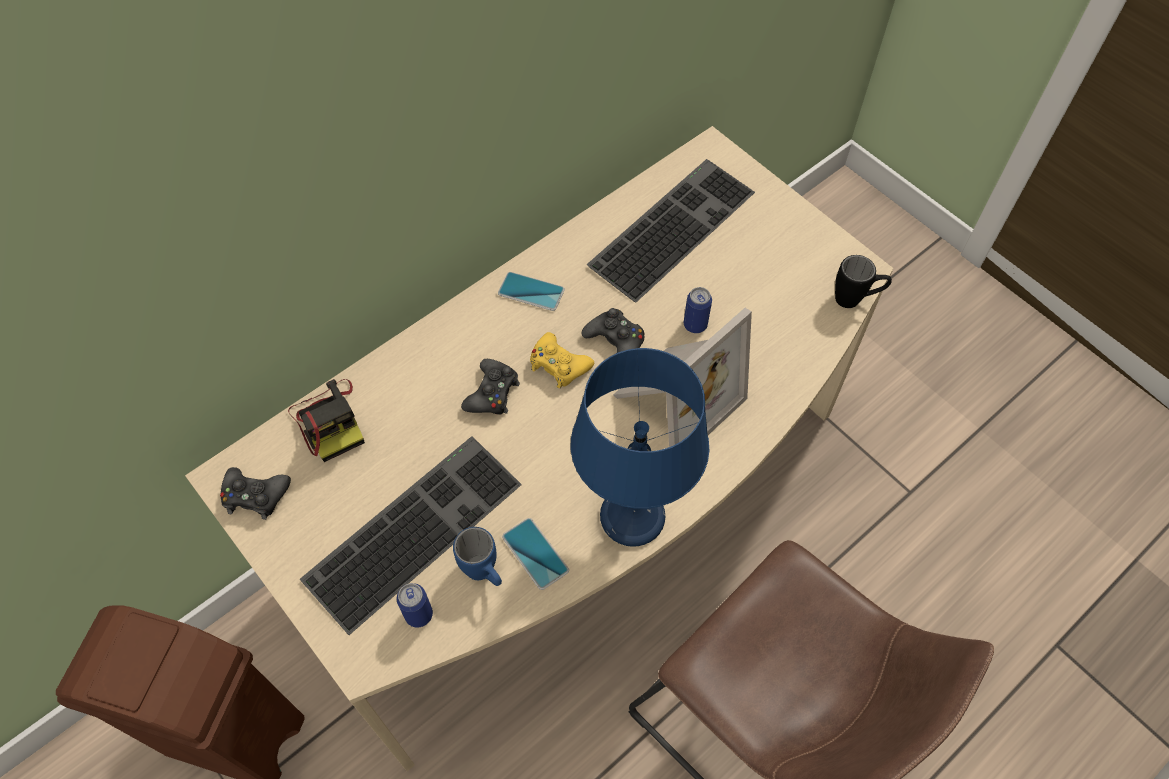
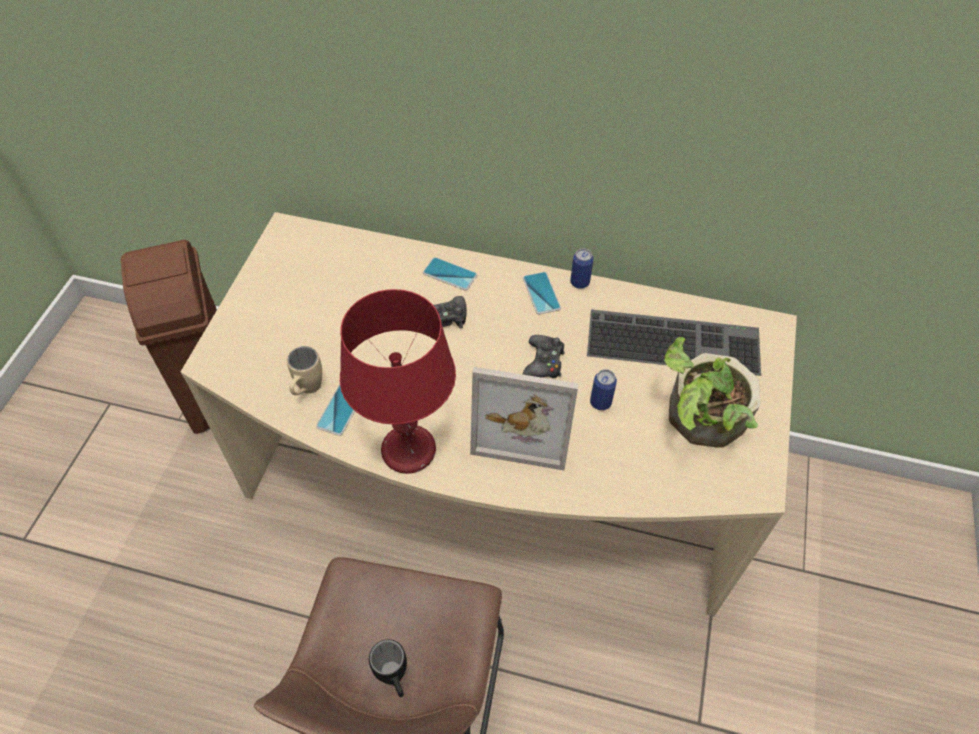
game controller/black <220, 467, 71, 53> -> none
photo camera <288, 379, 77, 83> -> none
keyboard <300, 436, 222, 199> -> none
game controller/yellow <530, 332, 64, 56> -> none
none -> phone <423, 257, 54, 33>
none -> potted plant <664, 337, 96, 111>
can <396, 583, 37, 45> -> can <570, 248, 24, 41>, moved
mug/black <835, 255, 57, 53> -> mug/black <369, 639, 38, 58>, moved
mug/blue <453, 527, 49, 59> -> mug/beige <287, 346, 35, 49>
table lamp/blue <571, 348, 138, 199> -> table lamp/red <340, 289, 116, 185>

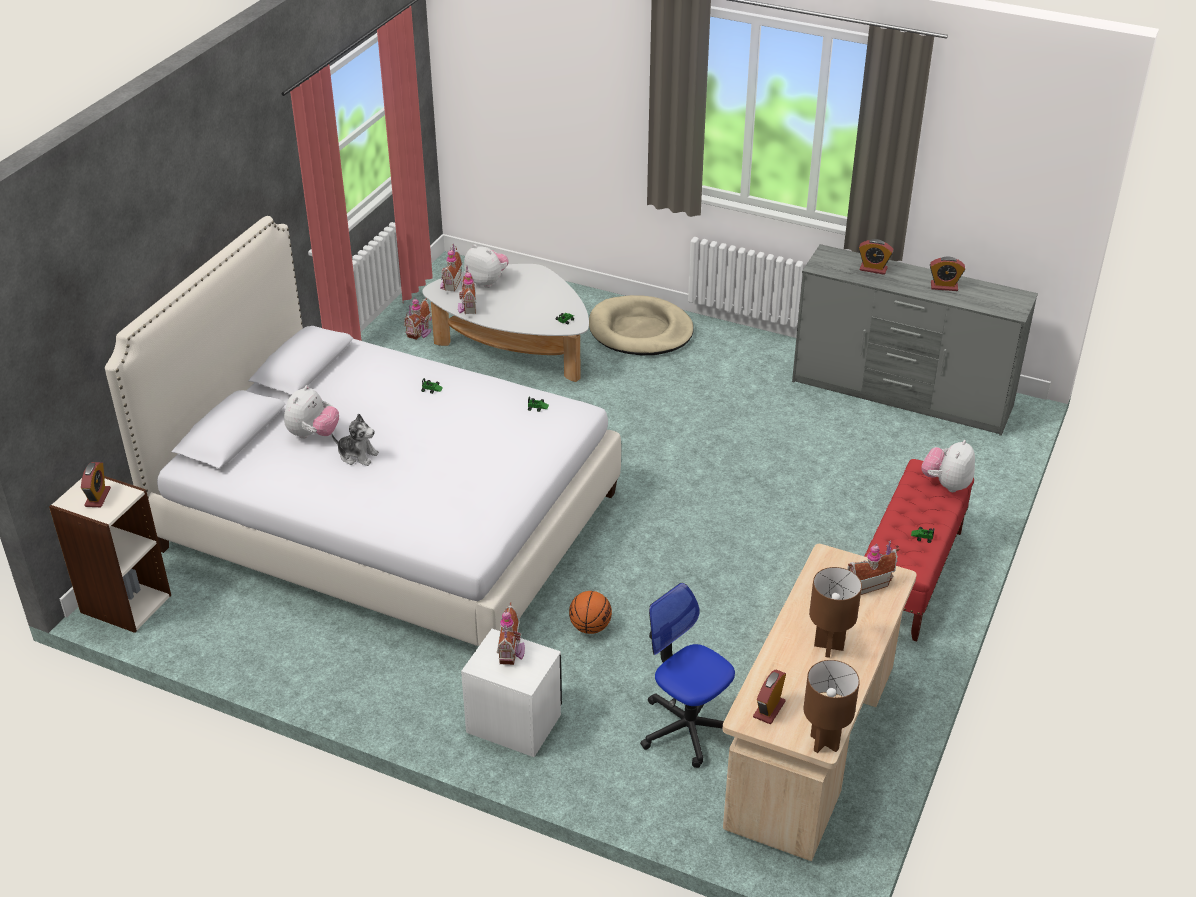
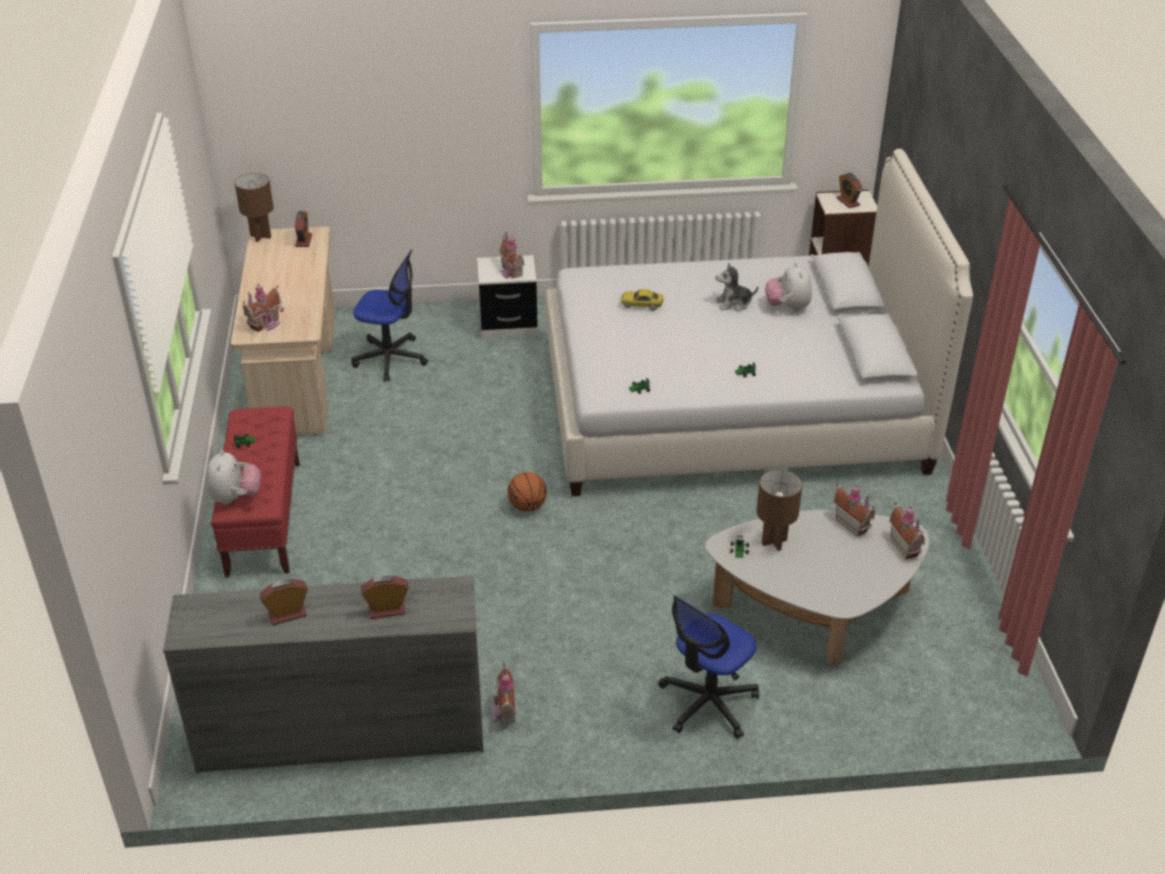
plush toy <464, 244, 45, 44> -> none
none -> toy car/yellow <621, 289, 43, 22>
toy house <404, 298, 28, 42> -> toy house <491, 663, 25, 61>, moved
basketball <569, 591, 43, 43> -> basketball <508, 472, 39, 40>, moved
table lamp/brown <809, 567, 53, 91> -> table lamp/brown <757, 469, 46, 82>, moved
dog bed/beige <589, 295, 105, 60> -> office chair <658, 595, 101, 144>

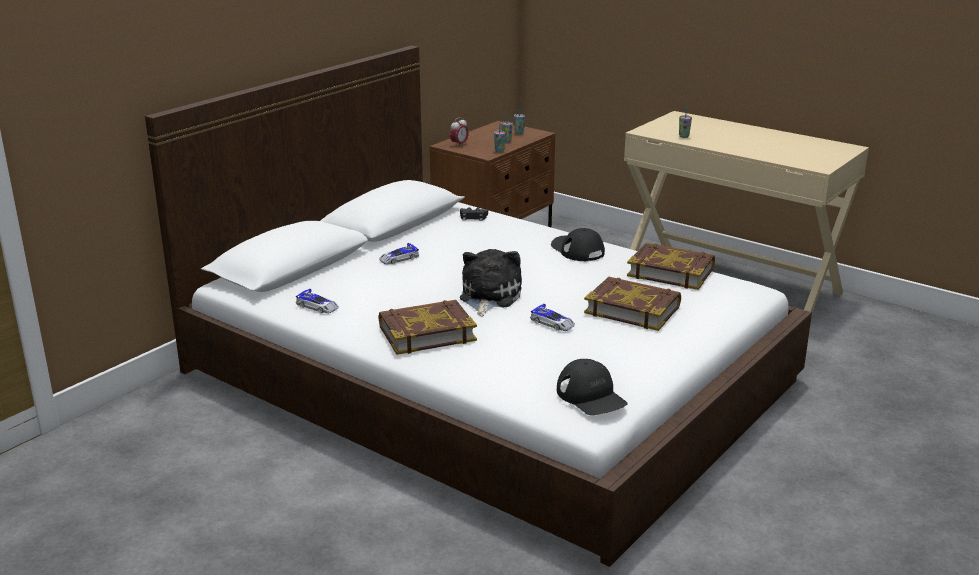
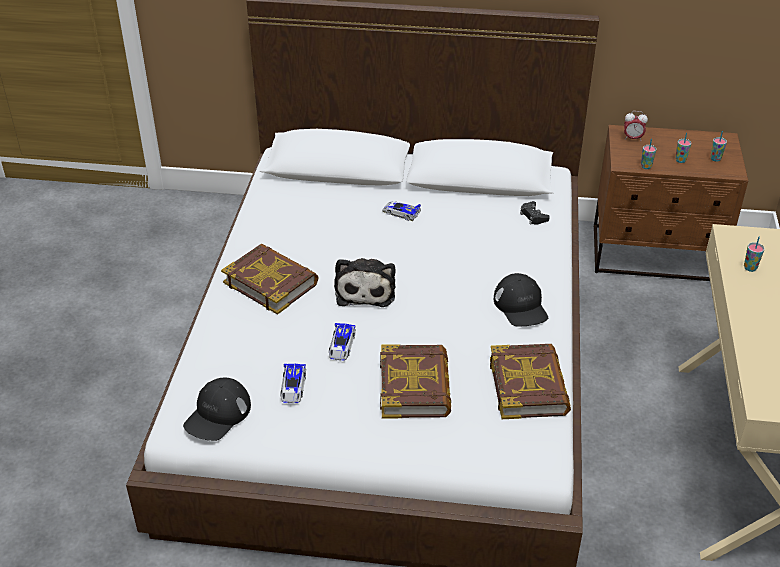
toy car <296, 288, 43, 25> -> toy car <281, 364, 25, 39>, moved
plush toy <460, 249, 62, 67> -> plush toy <334, 258, 61, 49>, 105 degrees clockwise
cap/black <551, 228, 54, 33> -> cap/black <494, 273, 54, 53>, 135 degrees clockwise

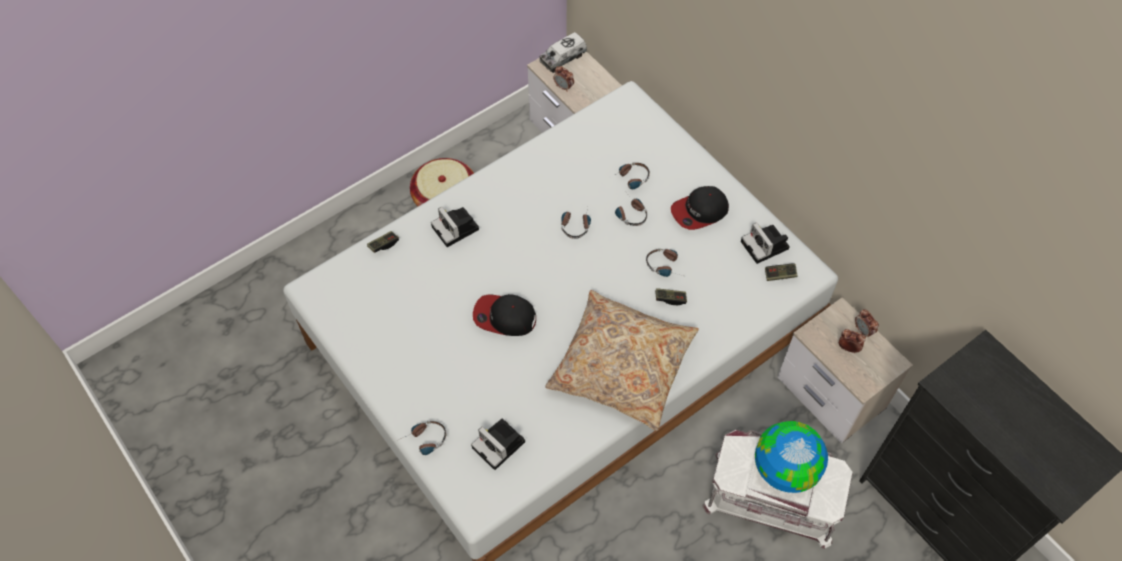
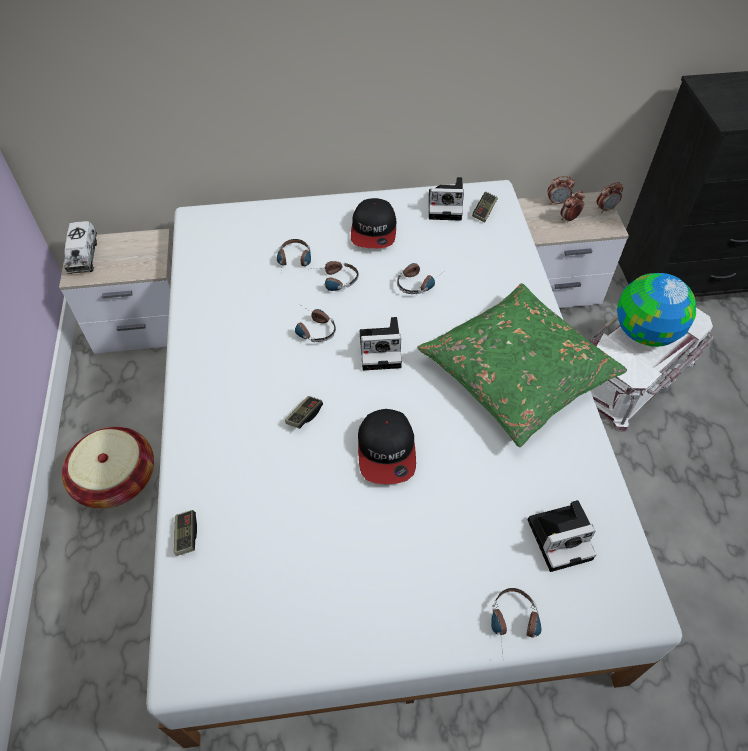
photo camera <431, 207, 48, 40> -> photo camera <360, 317, 42, 54>, moved
alarm clock <553, 66, 21, 26> -> alarm clock <596, 182, 27, 31>, moved
game controller <655, 288, 32, 17> -> game controller <285, 396, 38, 33>, moved
pillow/beige <545, 290, 154, 141> -> pillow/green <417, 283, 210, 164>
cap <473, 294, 63, 42> -> cap <358, 409, 58, 75>, 45 degrees counterclockwise

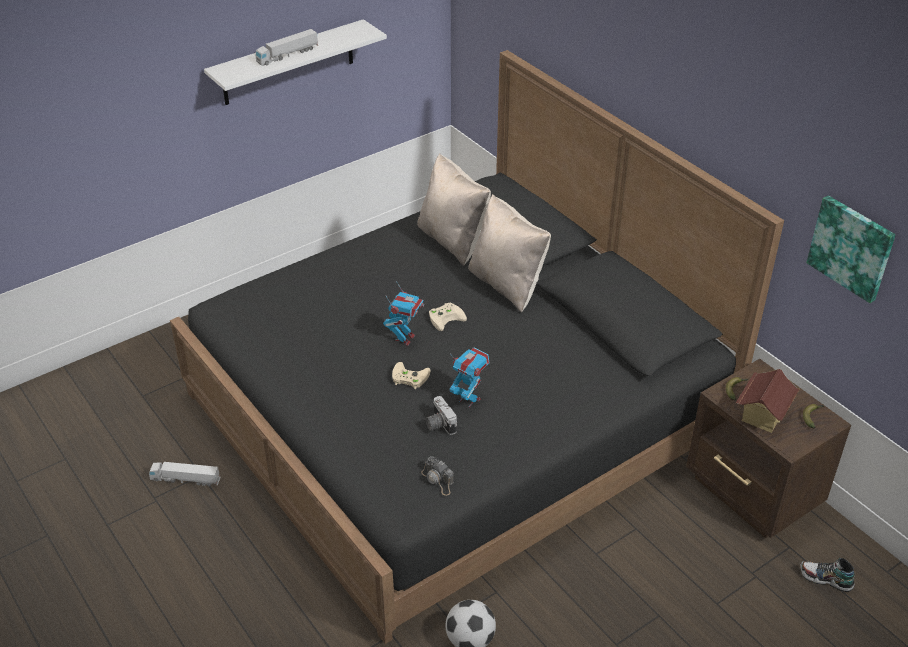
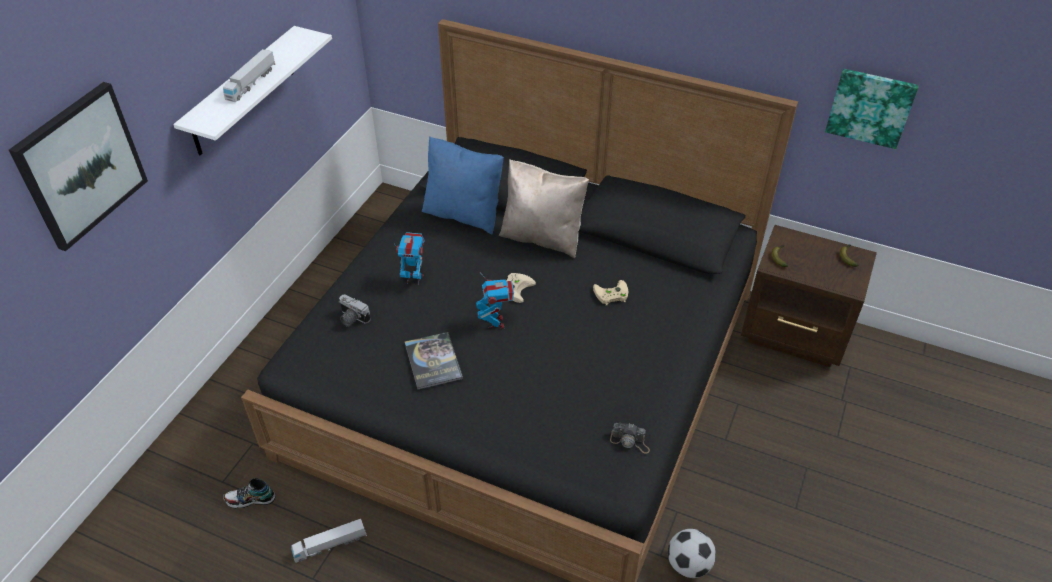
toy house <736, 369, 63, 64> -> none
none -> picture <9, 82, 139, 169>
none -> book <405, 332, 58, 58>
game controller/beige <392, 362, 39, 27> -> game controller/beige <593, 280, 35, 25>, moved
photo camera <426, 396, 31, 39> -> photo camera <339, 294, 32, 33>, moved
toy robot <449, 348, 41, 59> -> toy robot <394, 232, 31, 52>, moved
shoe <800, 558, 55, 34> -> shoe <223, 478, 53, 30>, moved
pillow/beige <417, 153, 74, 113> -> pillow/blue <422, 136, 82, 99>

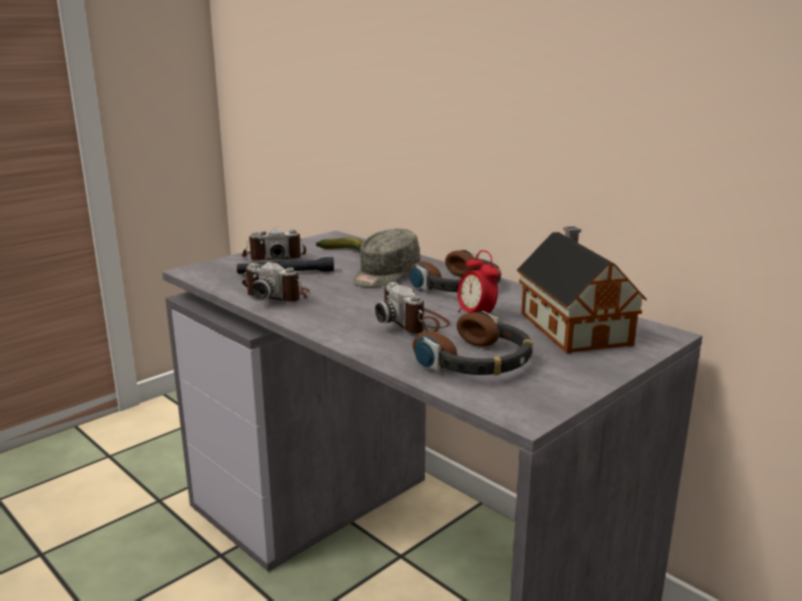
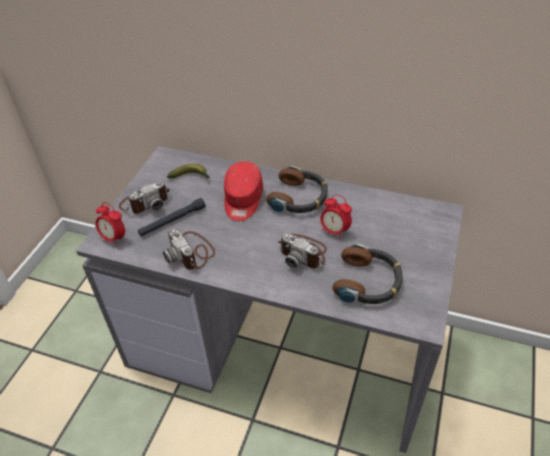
toy house <517, 226, 130, 128> -> none
none -> alarm clock <96, 202, 29, 45>
cap/grey <353, 229, 67, 58> -> cap/red <224, 161, 39, 60>
photo camera <242, 262, 68, 40> -> photo camera <163, 228, 52, 42>, 60 degrees clockwise

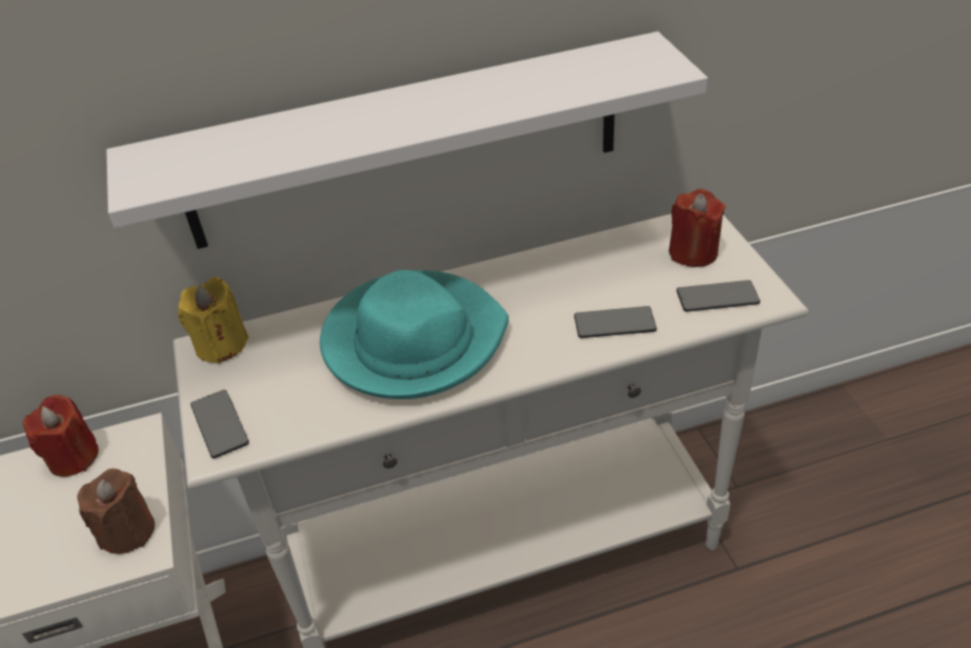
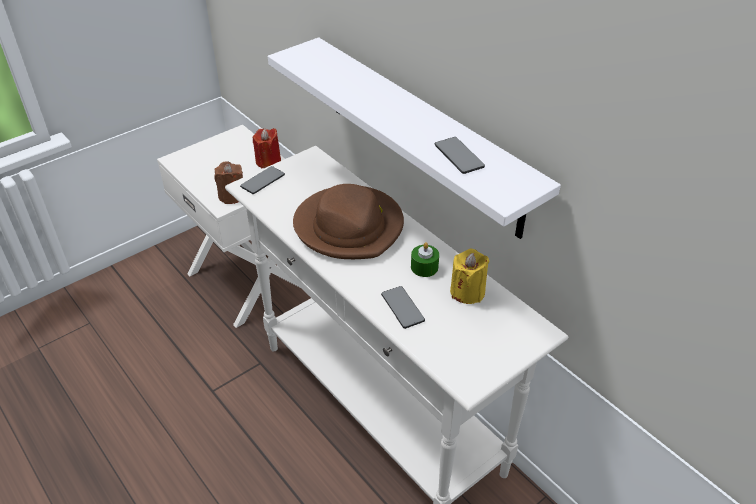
candle/red <669, 189, 57, 78> -> none
none -> candle/green <411, 242, 28, 35>
candle/yellow <178, 277, 71, 87> -> candle/yellow <450, 249, 40, 55>, moved
phone <677, 280, 83, 32> -> phone <435, 137, 50, 37>, moved
hat/turquoise <320, 270, 189, 129> -> hat/brown <293, 184, 111, 75>

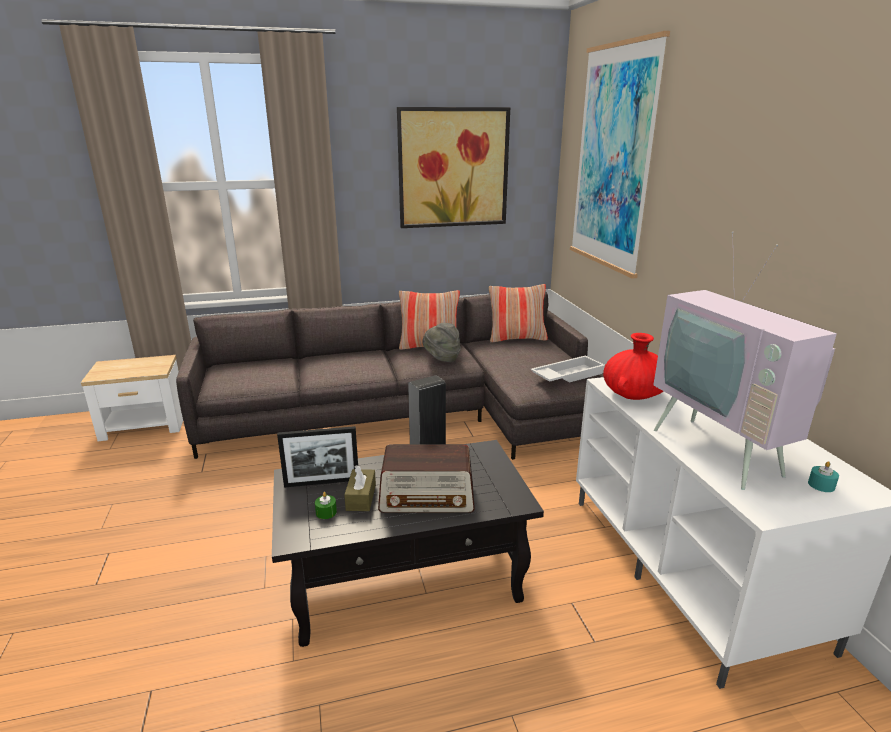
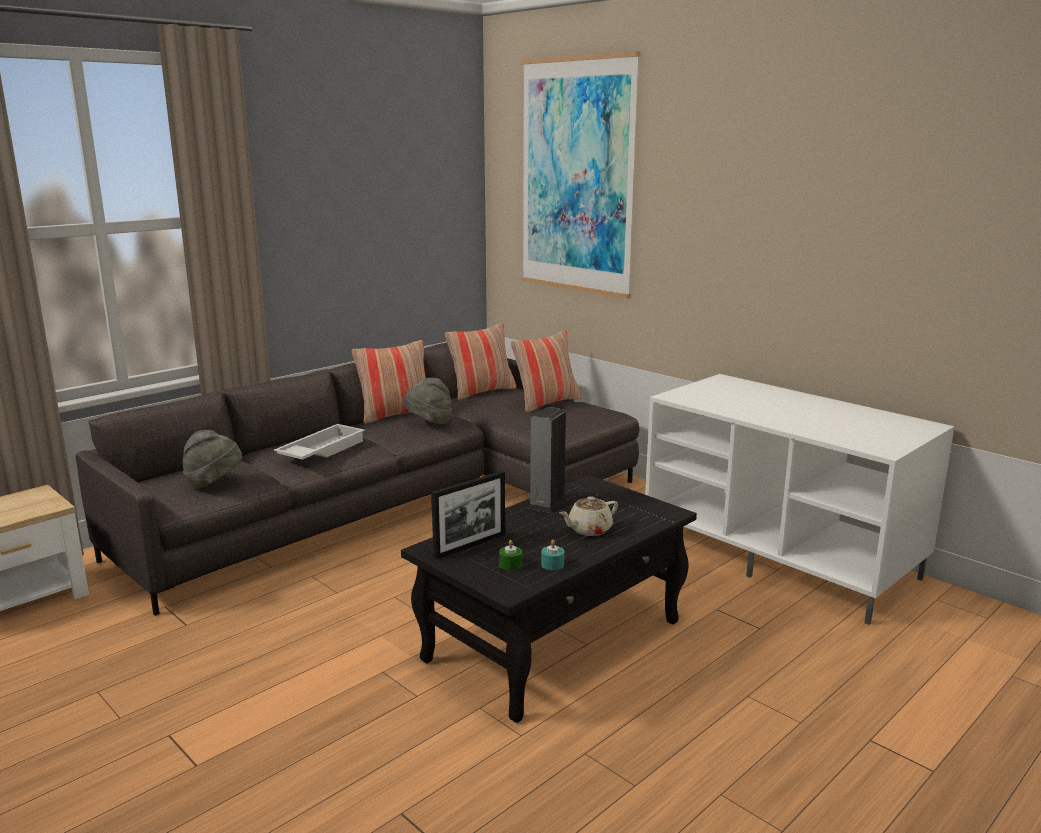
tissue box/brown <344, 465, 32, 46> -> none
picture <397, 107, 113, 121> -> none
vase/red <603, 333, 60, 67> -> none
television <654, 232, 183, 258> -> none
none -> hat/grey <183, 430, 59, 58>
none -> pillow <511, 331, 70, 82>
tray/white <531, 356, 74, 27> -> tray/white <274, 424, 91, 36>, moved
candle/turquoise <808, 461, 31, 31> -> candle/turquoise <541, 540, 23, 30>, moved
radio <378, 444, 97, 69> -> teapot/beige <560, 496, 58, 40>

